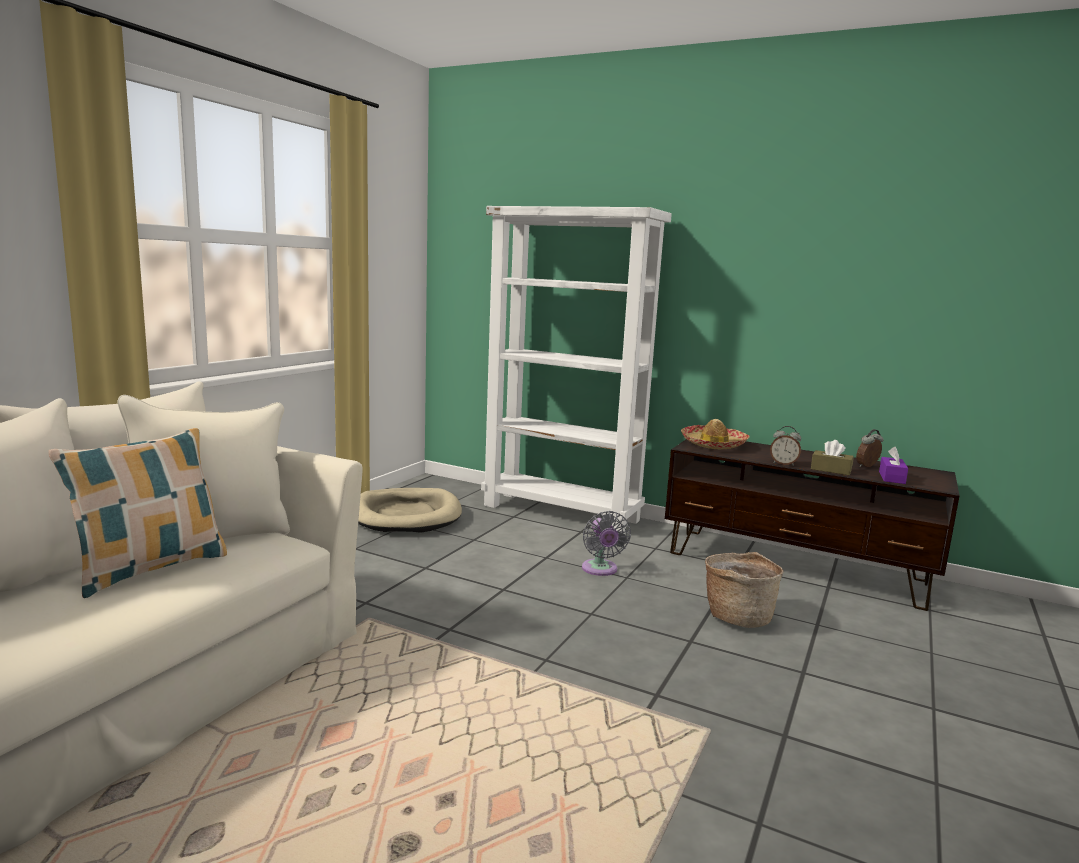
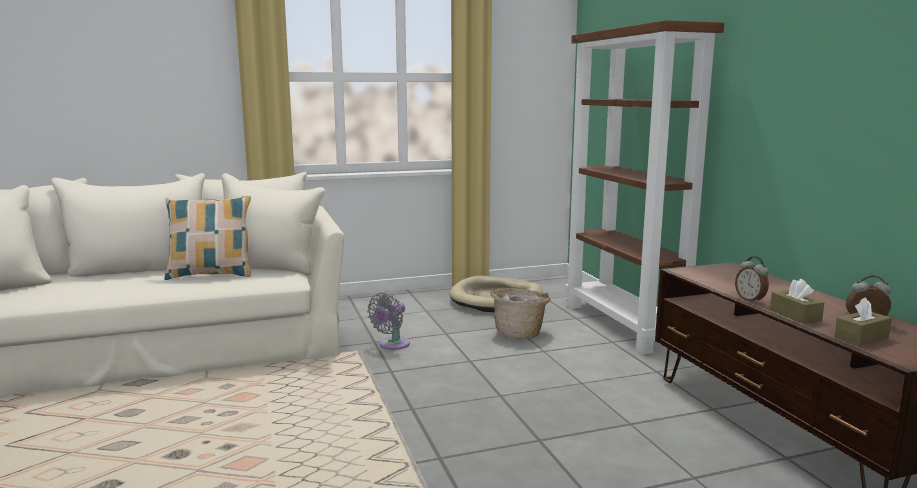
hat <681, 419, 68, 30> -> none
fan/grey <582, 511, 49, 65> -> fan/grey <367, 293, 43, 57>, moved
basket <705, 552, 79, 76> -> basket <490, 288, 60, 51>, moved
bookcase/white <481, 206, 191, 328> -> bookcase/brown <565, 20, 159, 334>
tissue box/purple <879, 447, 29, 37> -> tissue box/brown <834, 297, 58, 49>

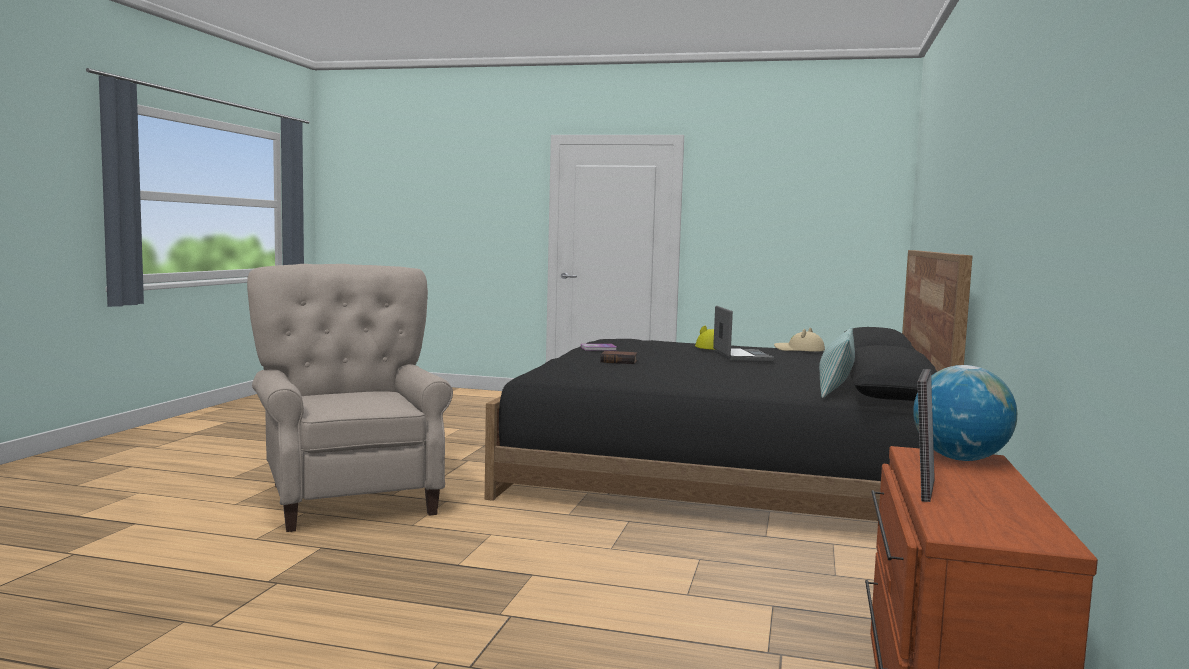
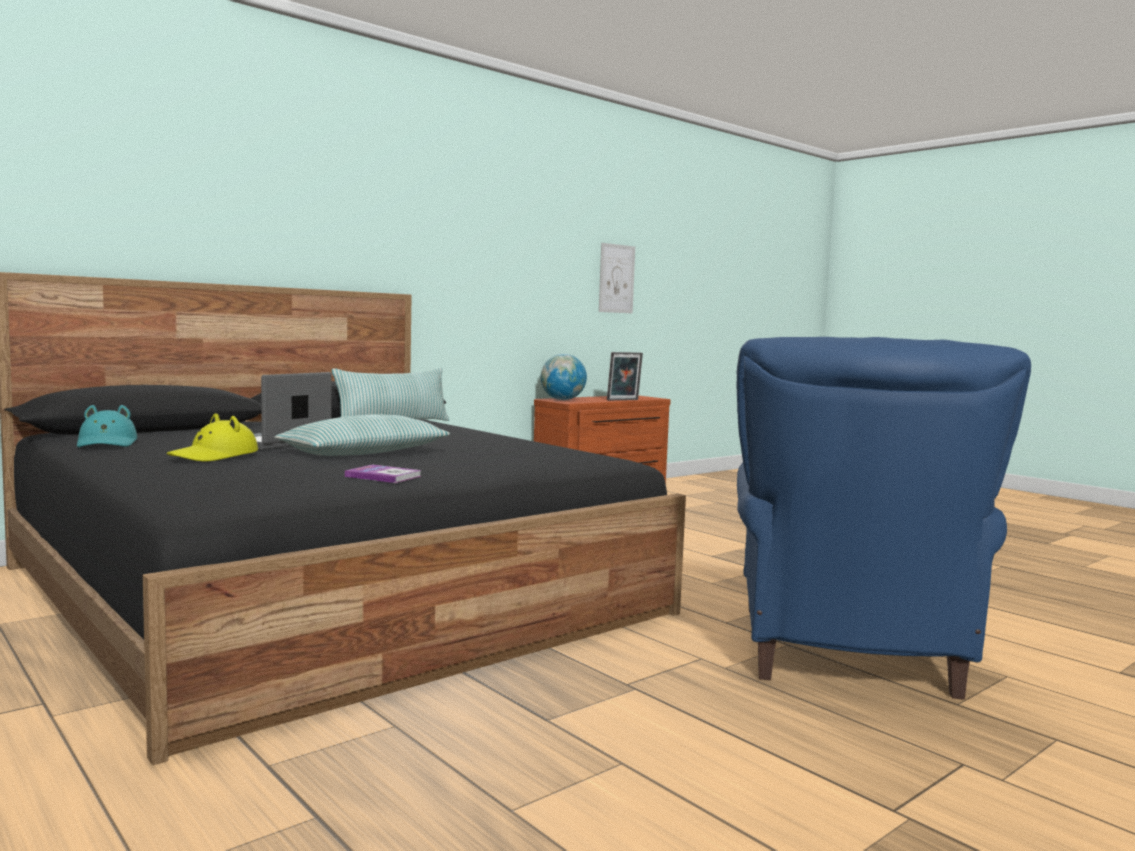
book <600, 351, 37, 13> -> none
none -> pillow <274, 414, 176, 42>
none -> picture <599, 243, 36, 70>
armchair/beige <247, 264, 206, 268> -> armchair/blue <736, 337, 295, 363>
hat/beige <774, 328, 51, 24> -> hat/turquoise <77, 405, 60, 42>

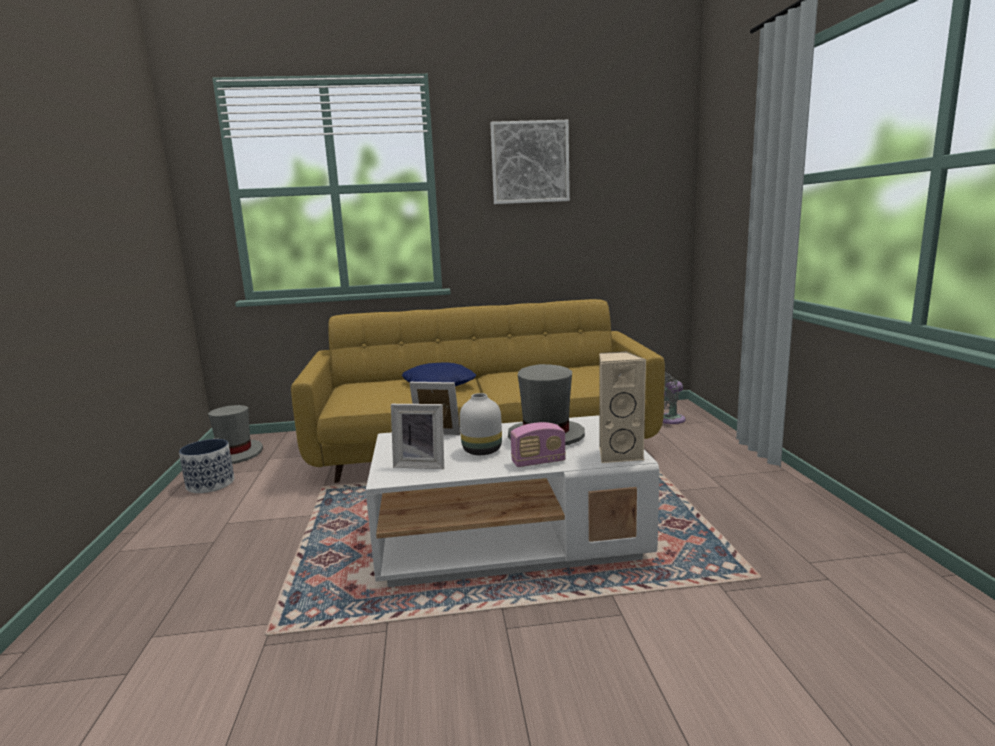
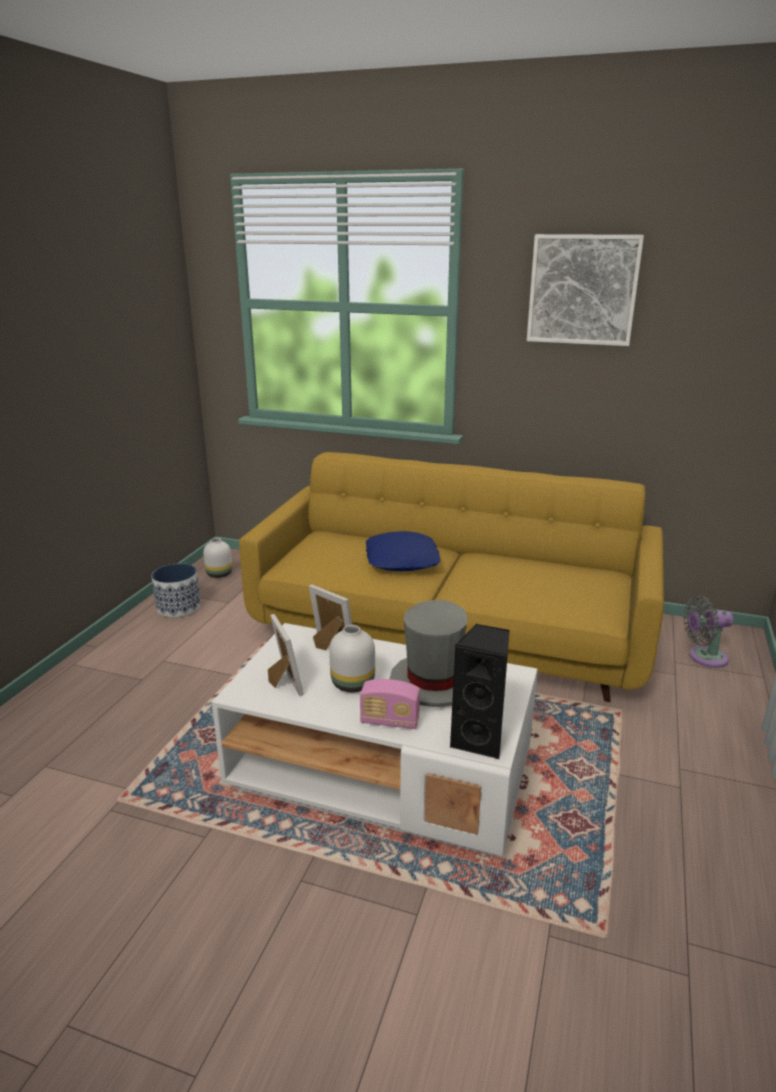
hat/grey <208, 405, 55, 59> -> vase/white <203, 538, 29, 40>
speaker/beige <599, 351, 47, 112> -> speaker/black <450, 624, 60, 135>
picture frame <391, 404, 53, 65> -> picture frame <268, 614, 36, 82>, 150 degrees counterclockwise

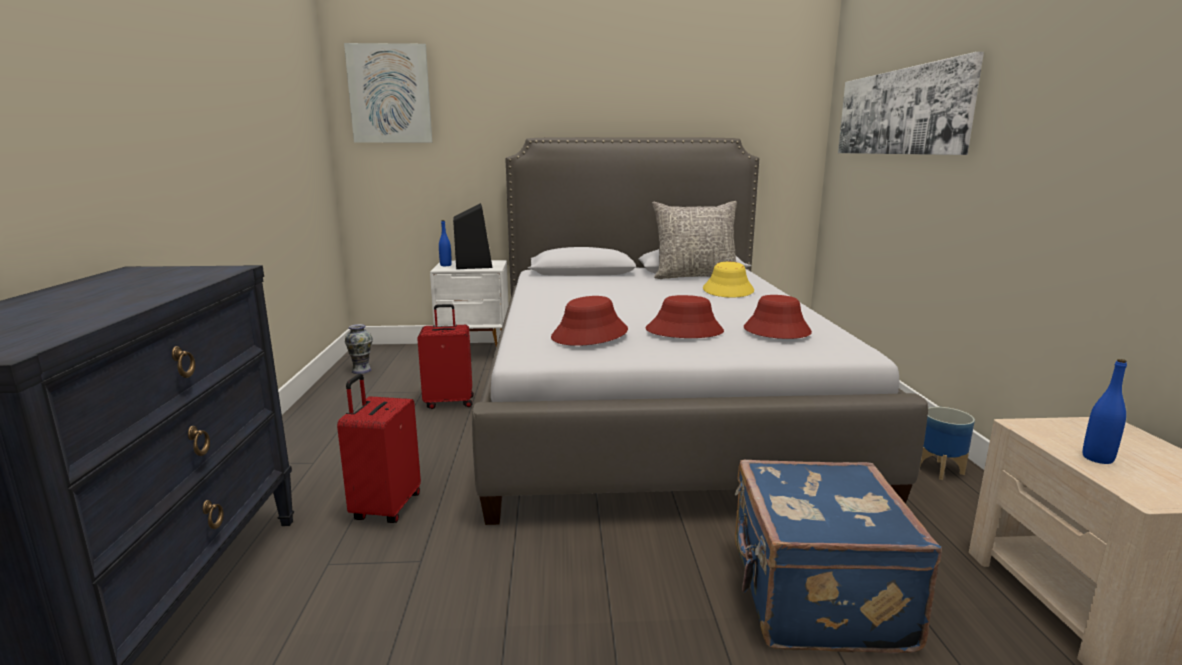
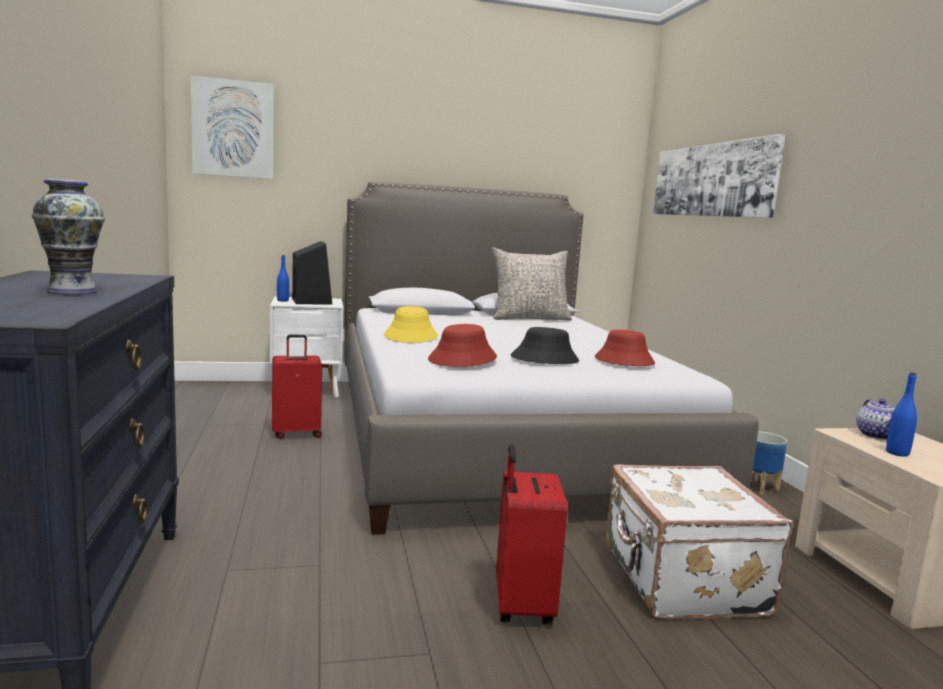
none -> teapot <856, 399, 40, 41>
suitcase/red <337, 374, 84, 149> -> suitcase/red <496, 444, 72, 181>, moved
vase <345, 324, 28, 50> -> vase <32, 179, 73, 116>, moved
hat/yellow <703, 262, 51, 36> -> hat/yellow <384, 306, 54, 37>, moved
hat/red <646, 295, 78, 43> -> hat/black <510, 327, 69, 37>
suitcase/blue <735, 460, 207, 193> -> suitcase/white <606, 464, 186, 156>

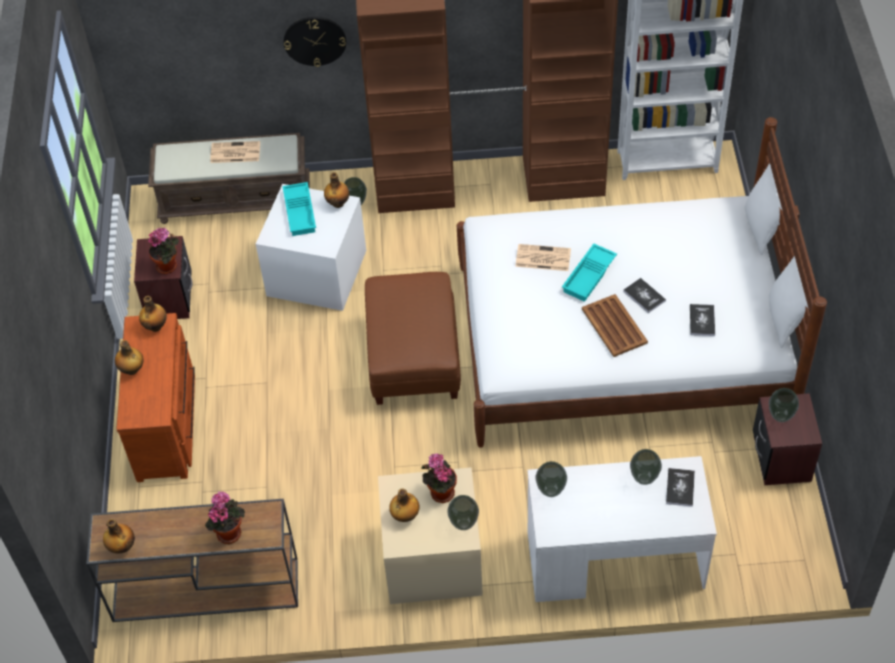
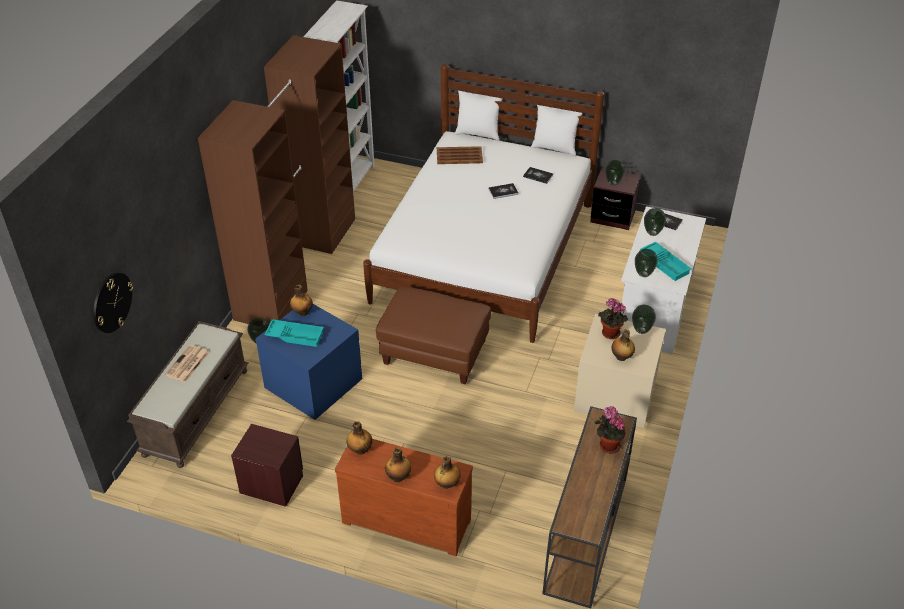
potted plant <148, 228, 31, 46> -> none
newspaper <515, 244, 56, 27> -> none
bottle <103, 519, 32, 34> -> bottle <434, 456, 27, 33>, moved
wall clock <284, 17, 62, 50> -> wall clock <93, 272, 40, 61>, moved
tray/turquoise <562, 243, 55, 59> -> tray/turquoise <640, 241, 52, 40>, moved
tray/brown <582, 294, 66, 63> -> tray/brown <437, 146, 46, 18>, moved
storage box/white <256, 184, 110, 127> -> storage box/blue <256, 304, 106, 116>

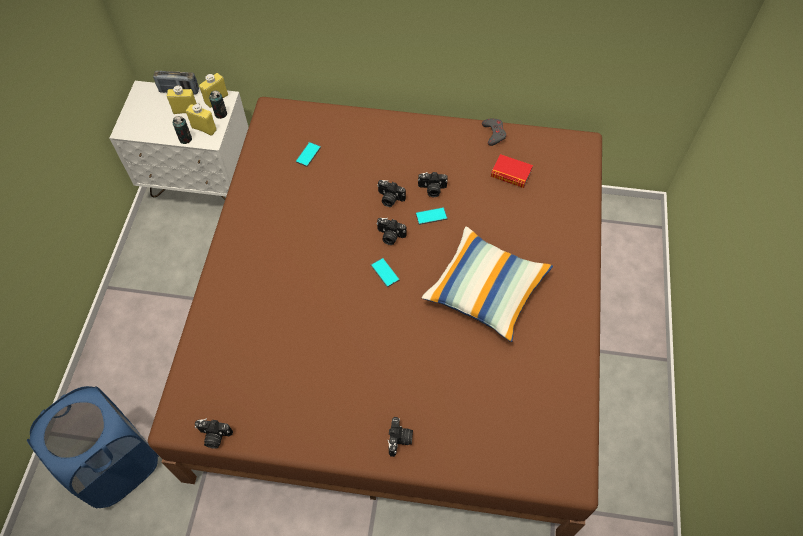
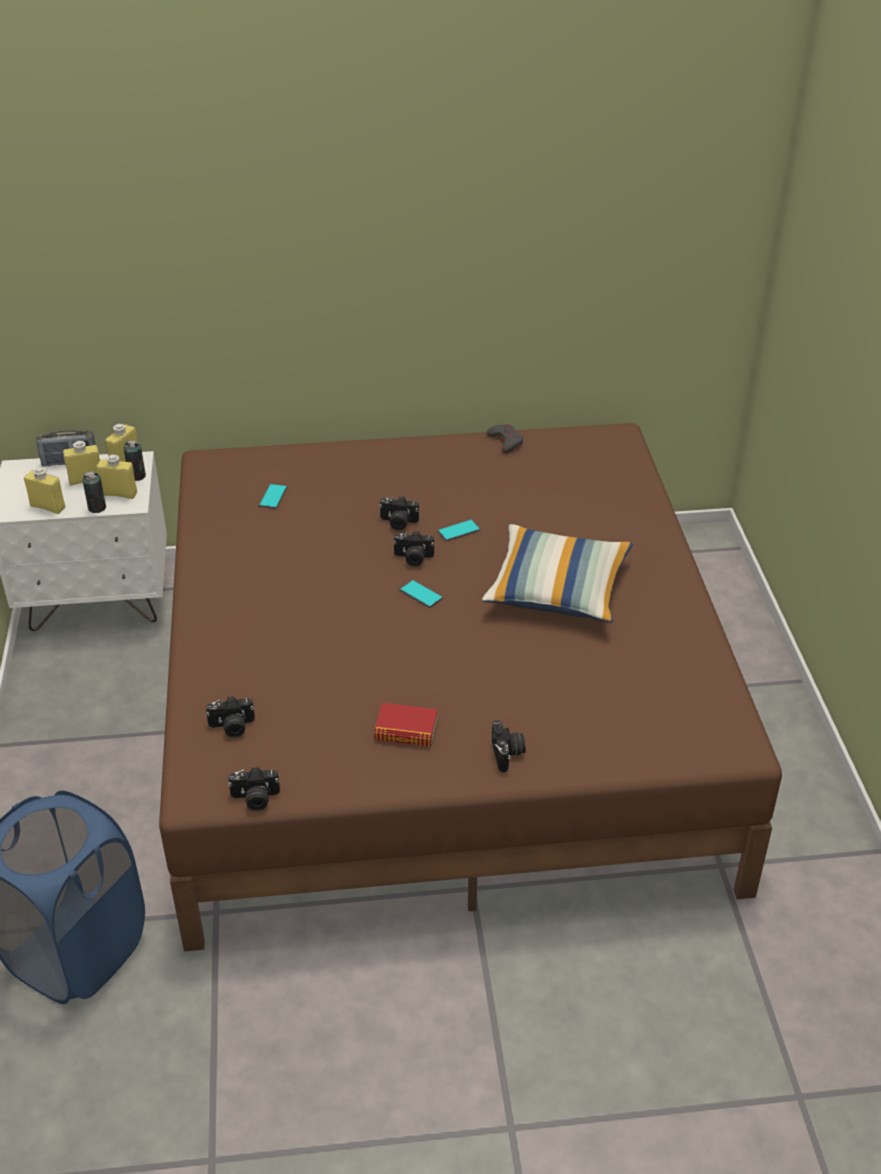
none -> bottle/yellow <24, 467, 41, 47>
photo camera <418, 172, 30, 25> -> photo camera <206, 696, 49, 42>, moved
book <491, 154, 42, 34> -> book <374, 703, 64, 44>, moved

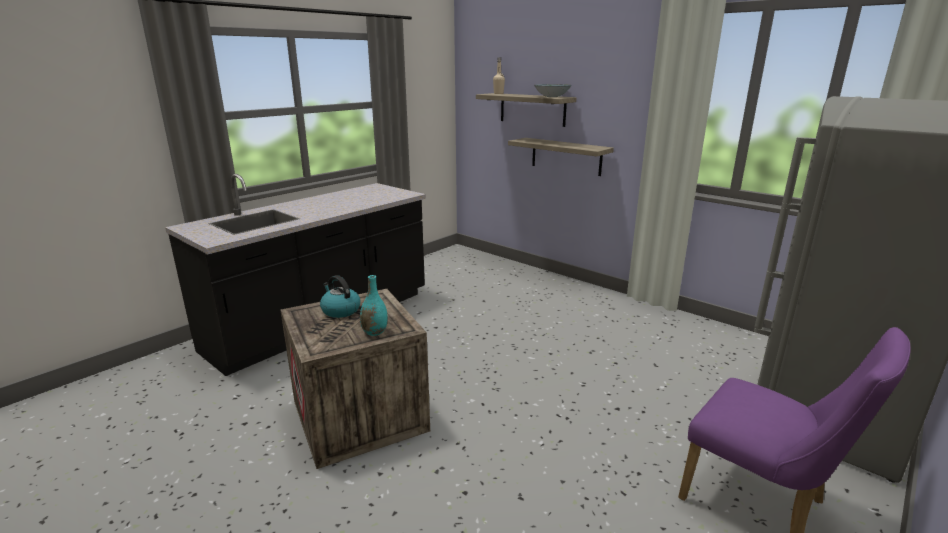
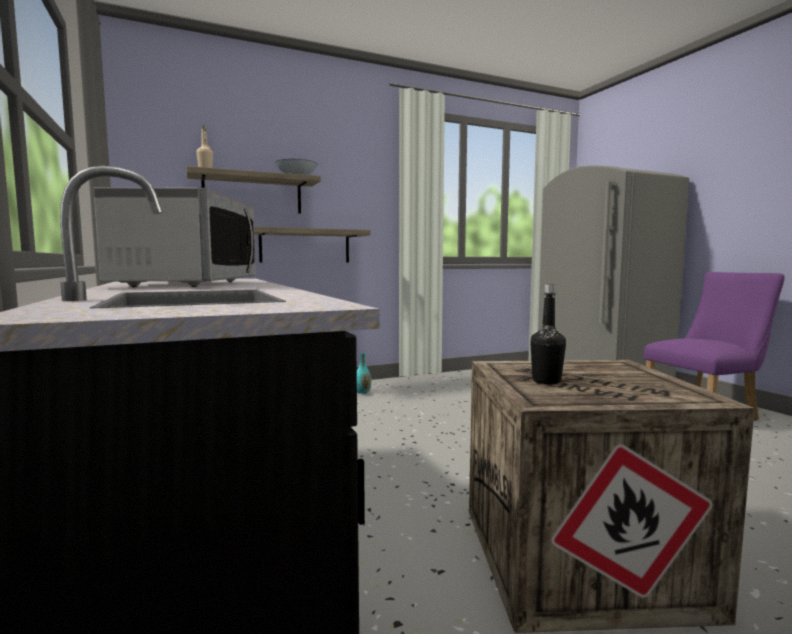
none -> microwave <93, 187, 162, 100>
vase/turquoise <360, 275, 28, 61> -> vase/turquoise <357, 353, 14, 41>, moved
kettle <320, 275, 41, 43> -> bottle/black <530, 284, 36, 100>

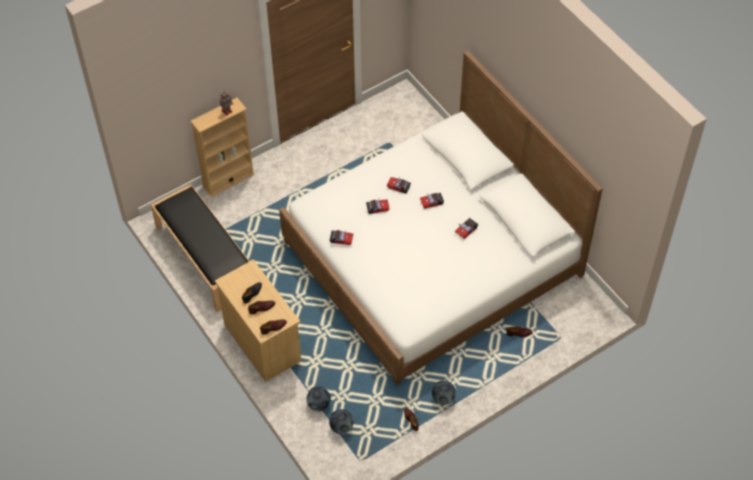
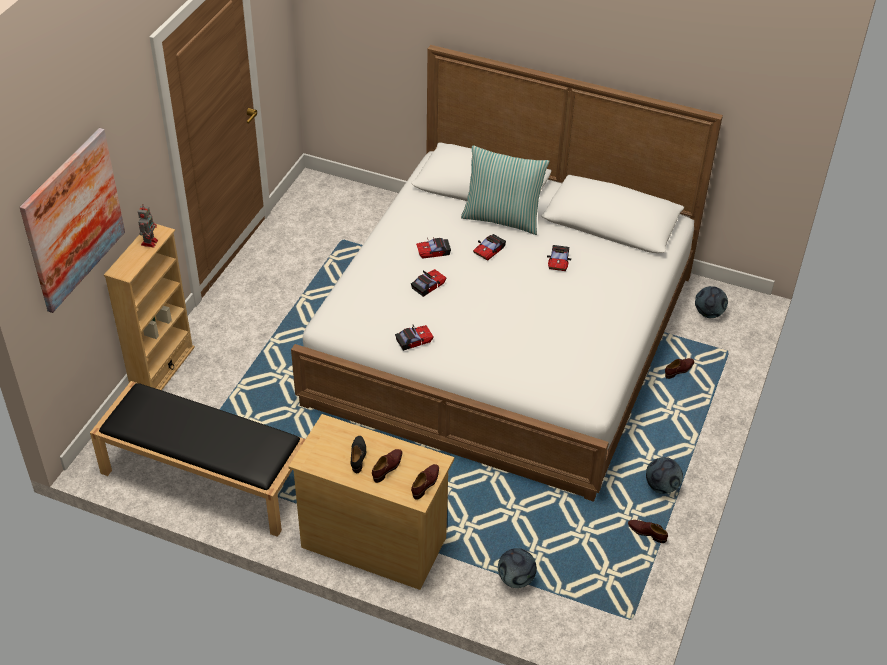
none -> picture <19, 128, 106, 185>
none -> pillow <461, 145, 88, 90>
football <329, 409, 25, 25> -> football <695, 286, 33, 32>, moved

